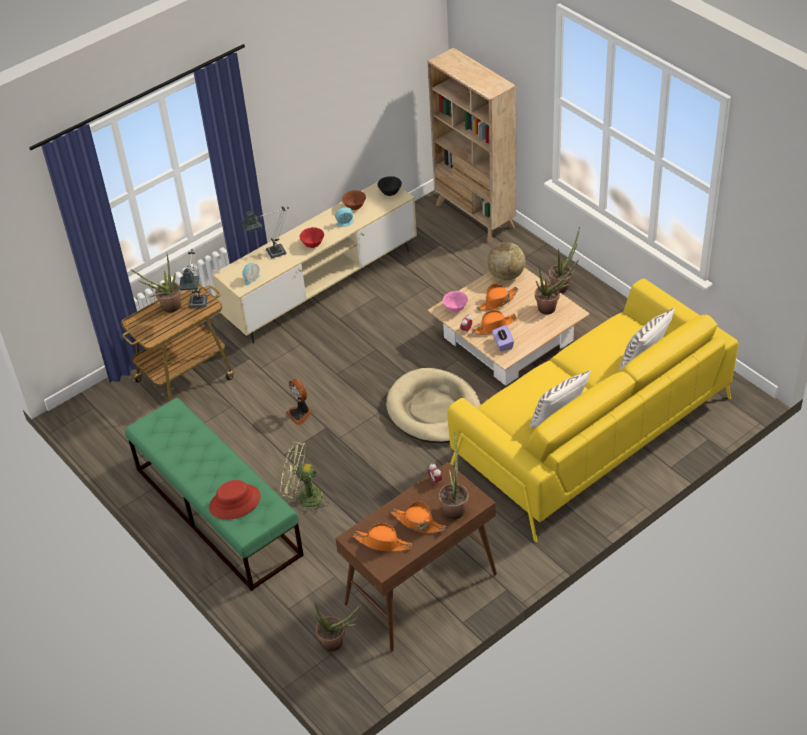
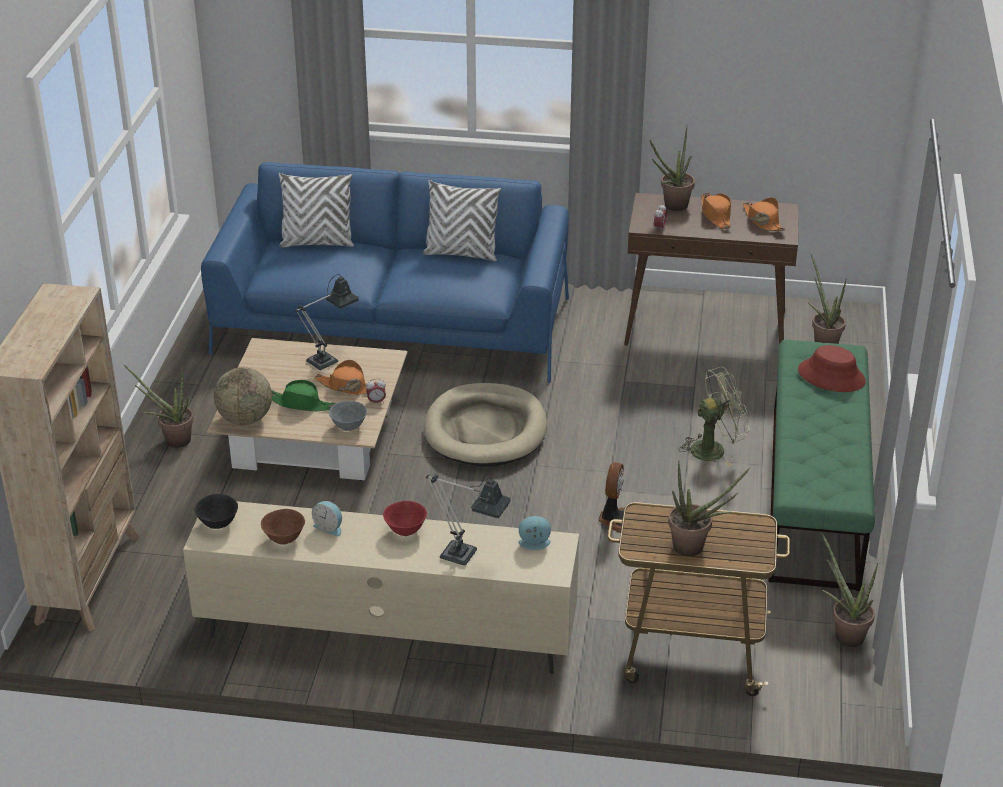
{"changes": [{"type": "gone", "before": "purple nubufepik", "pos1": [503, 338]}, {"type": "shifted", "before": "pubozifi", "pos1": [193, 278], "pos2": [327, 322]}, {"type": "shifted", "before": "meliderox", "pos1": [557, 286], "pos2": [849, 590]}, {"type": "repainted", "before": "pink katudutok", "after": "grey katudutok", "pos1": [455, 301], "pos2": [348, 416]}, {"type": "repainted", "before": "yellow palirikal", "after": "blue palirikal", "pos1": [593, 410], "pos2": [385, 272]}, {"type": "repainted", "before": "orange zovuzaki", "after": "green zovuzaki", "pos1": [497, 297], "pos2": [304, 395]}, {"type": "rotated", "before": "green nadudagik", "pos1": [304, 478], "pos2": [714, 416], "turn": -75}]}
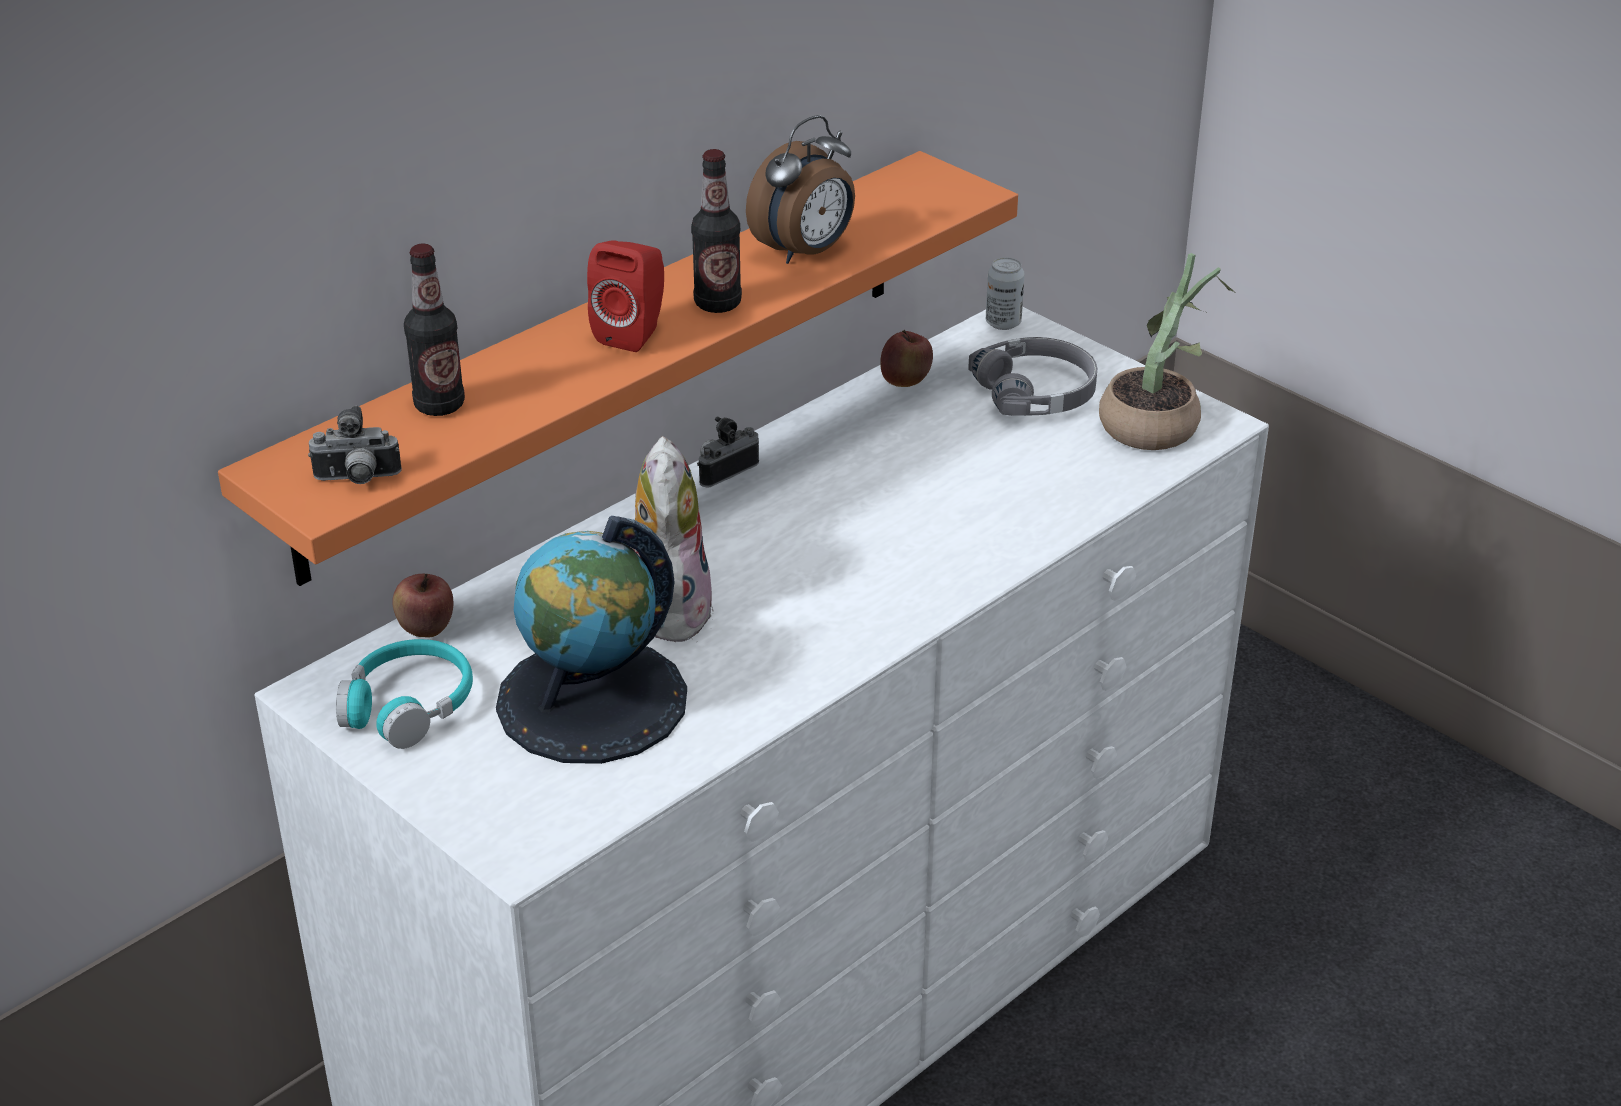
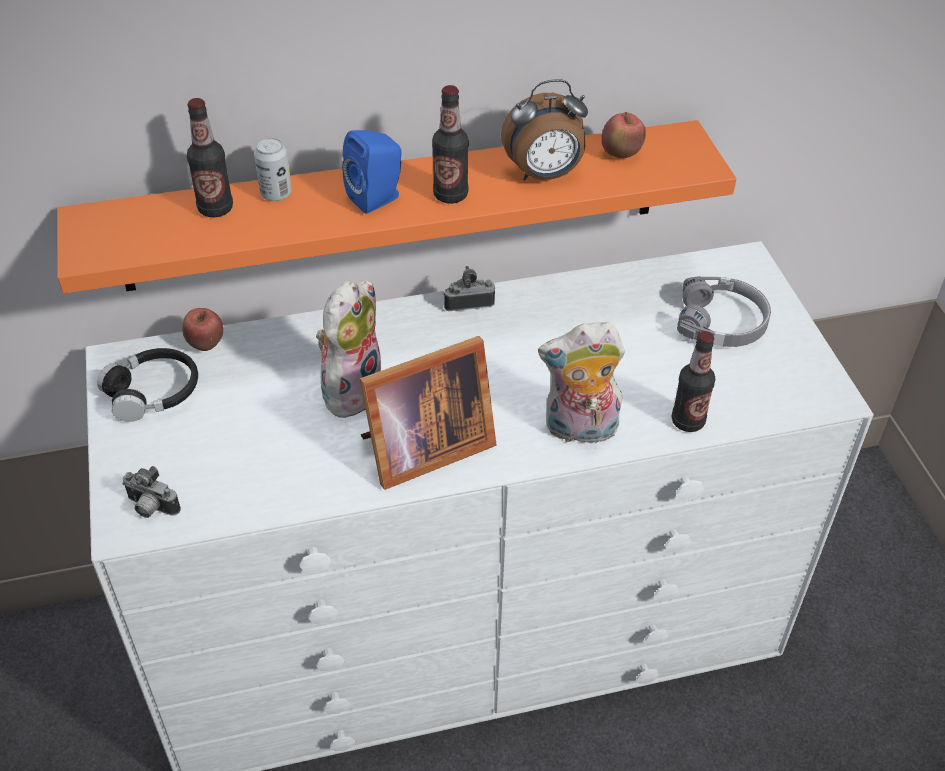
{"changes": [{"type": "gone", "before": "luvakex", "pos1": [591, 640]}, {"type": "gone", "before": "meliderox", "pos1": [1168, 351]}, {"type": "new", "after": "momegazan", "pos2": [428, 413]}, {"type": "new", "after": "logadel", "pos2": [581, 385]}, {"type": "new", "after": "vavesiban", "pos2": [693, 381]}, {"type": "shifted", "before": "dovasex", "pos1": [355, 445], "pos2": [151, 492]}, {"type": "shifted", "before": "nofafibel", "pos1": [906, 358], "pos2": [623, 135]}, {"type": "shifted", "before": "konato", "pos1": [1005, 293], "pos2": [273, 169]}, {"type": "repainted", "before": "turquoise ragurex", "after": "black ragurex", "pos1": [404, 694], "pos2": [147, 385]}, {"type": "repainted", "before": "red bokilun", "after": "blue bokilun", "pos1": [625, 296], "pos2": [371, 172]}]}
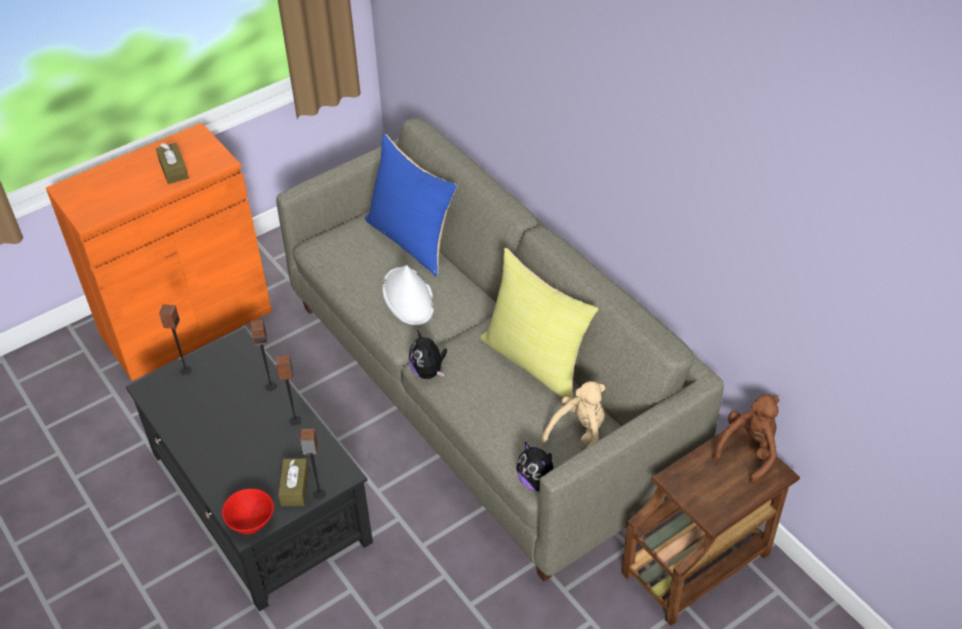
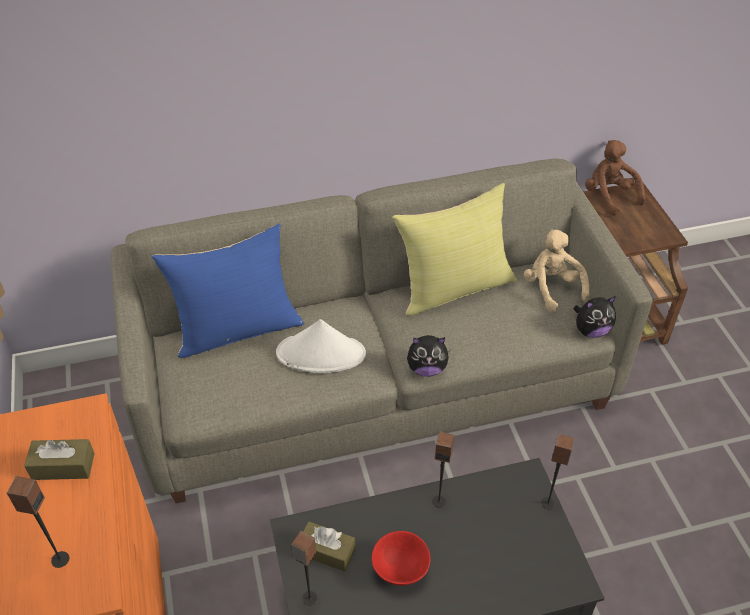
{"changes": [{"type": "shifted", "before": "red katudutok", "pos1": [248, 511], "pos2": [401, 558]}, {"type": "shifted", "before": "bokilun", "pos1": [264, 355], "pos2": [38, 522]}, {"type": "shifted", "before": "brown nubufepik", "pos1": [293, 482], "pos2": [329, 547]}]}
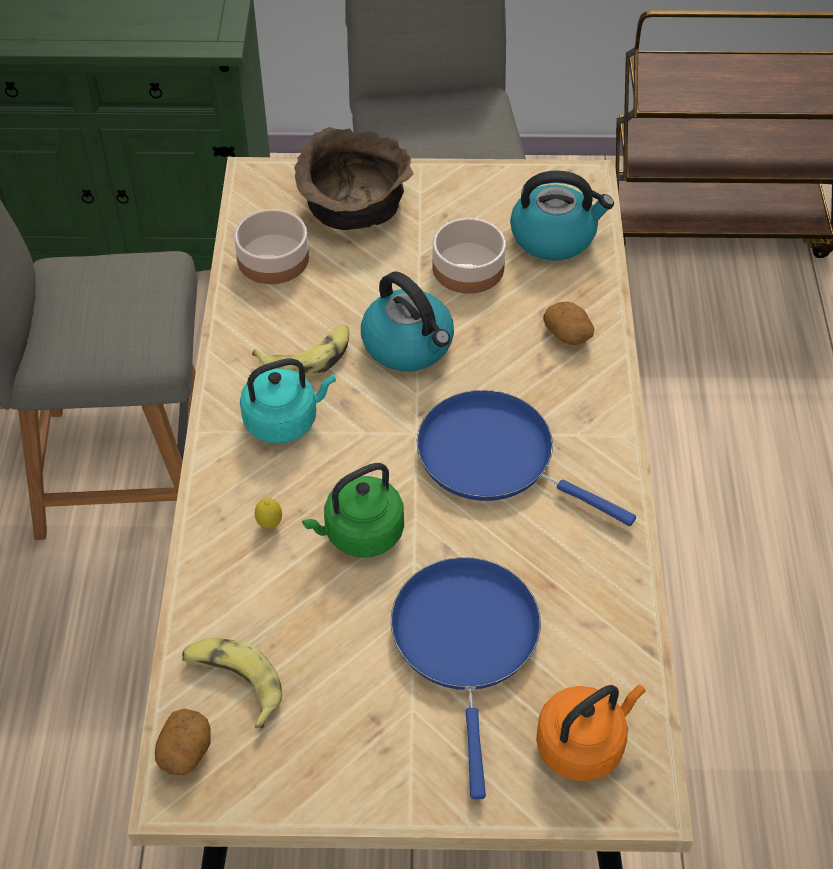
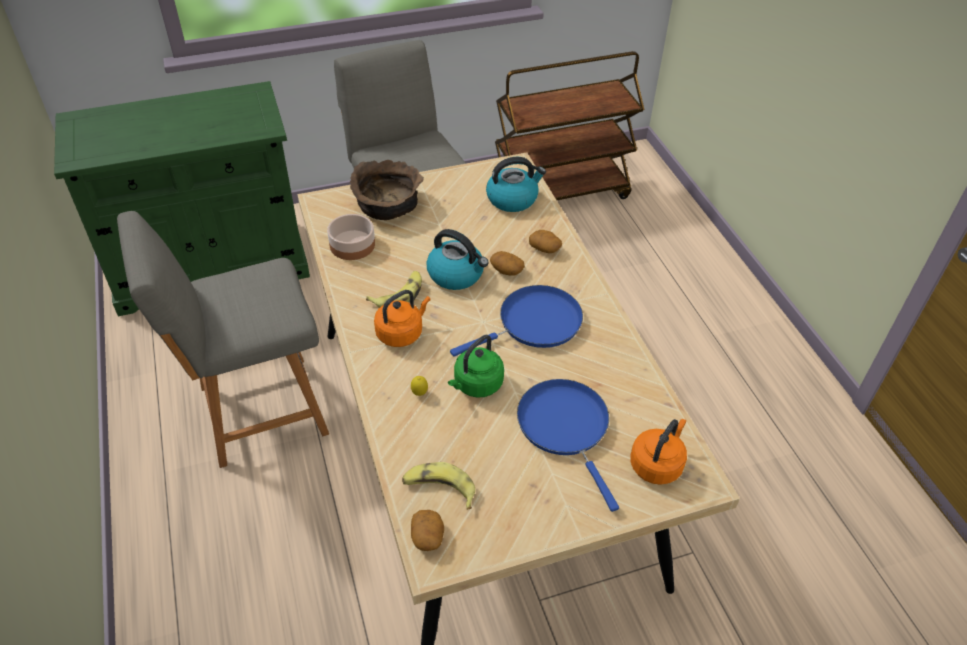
{"changes": [{"type": "gone", "before": "katudutok", "pos1": [469, 256]}, {"type": "new", "after": "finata", "pos2": [507, 263]}, {"type": "repainted", "before": "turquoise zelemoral", "after": "orange zelemoral", "pos1": [288, 401], "pos2": [402, 318]}, {"type": "rotated", "before": "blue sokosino", "pos1": [526, 458], "pos2": [516, 321], "turn": 135}]}
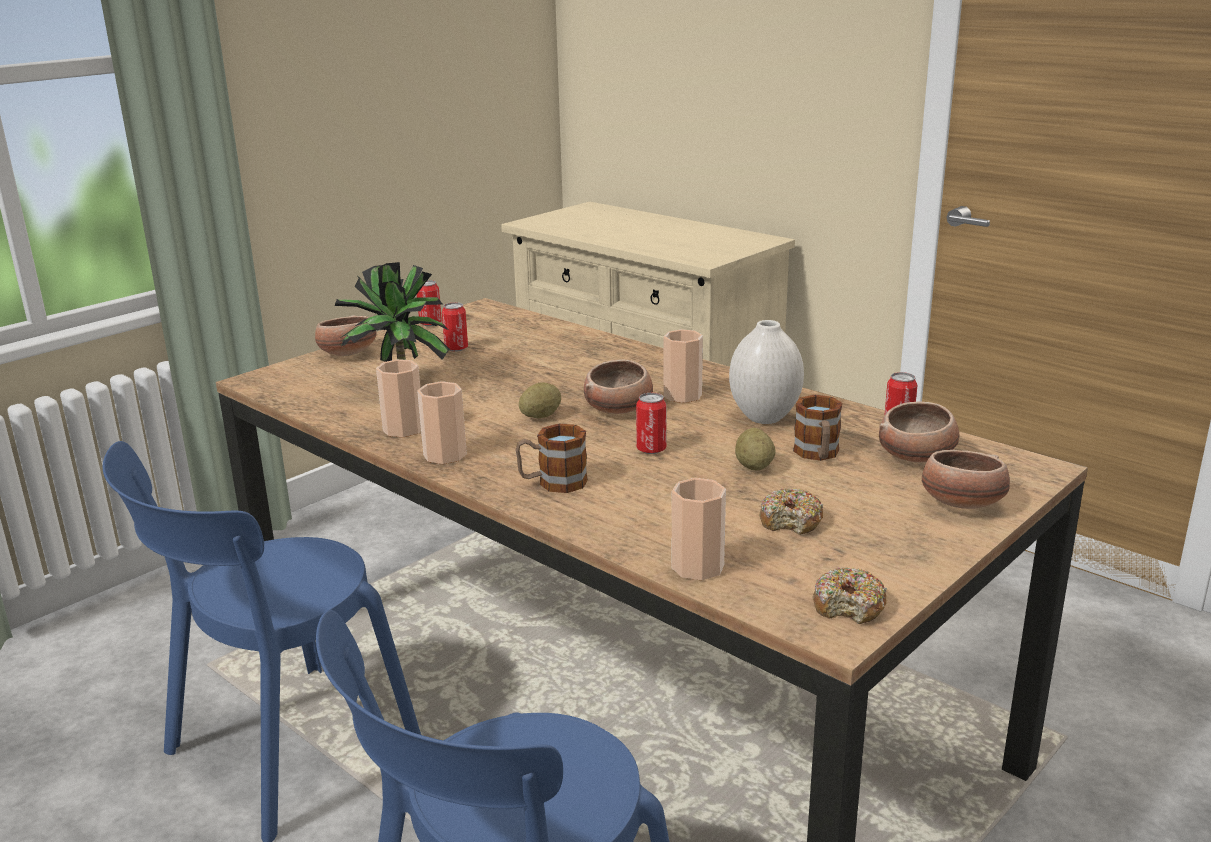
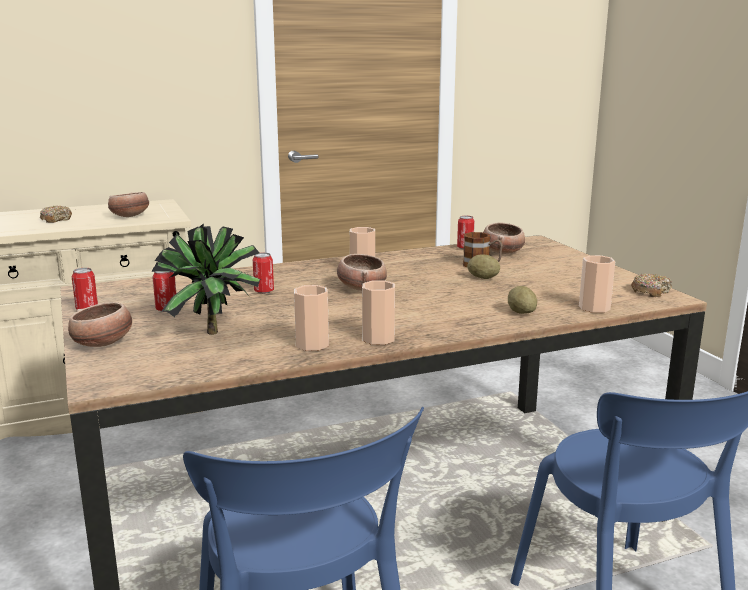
{"changes": [{"type": "gone", "before": "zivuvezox", "pos1": [552, 458]}, {"type": "gone", "before": "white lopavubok", "pos1": [766, 372]}, {"type": "shifted", "before": "finata", "pos1": [540, 400], "pos2": [522, 300]}, {"type": "shifted", "before": "konato", "pos1": [651, 423], "pos2": [263, 273]}, {"type": "shifted", "before": "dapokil", "pos1": [791, 511], "pos2": [56, 214]}, {"type": "shifted", "before": "katudutok", "pos1": [966, 479], "pos2": [128, 204]}]}
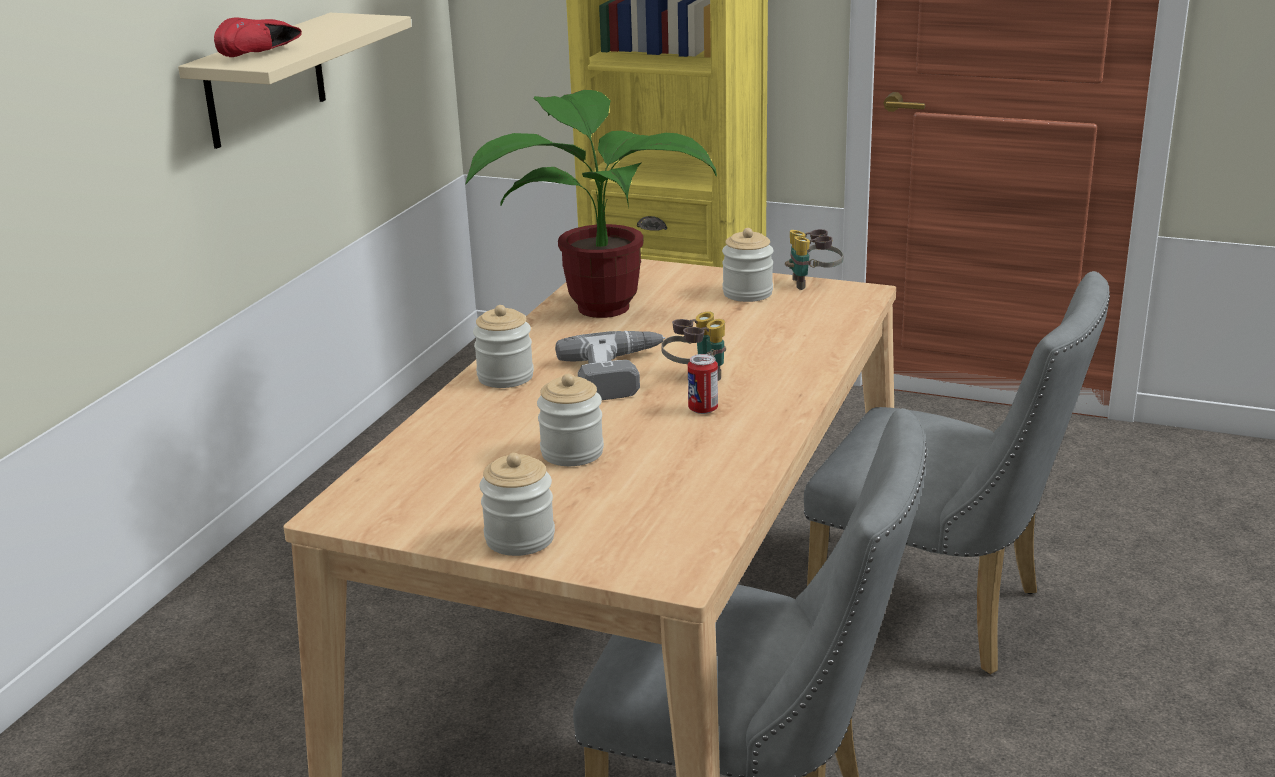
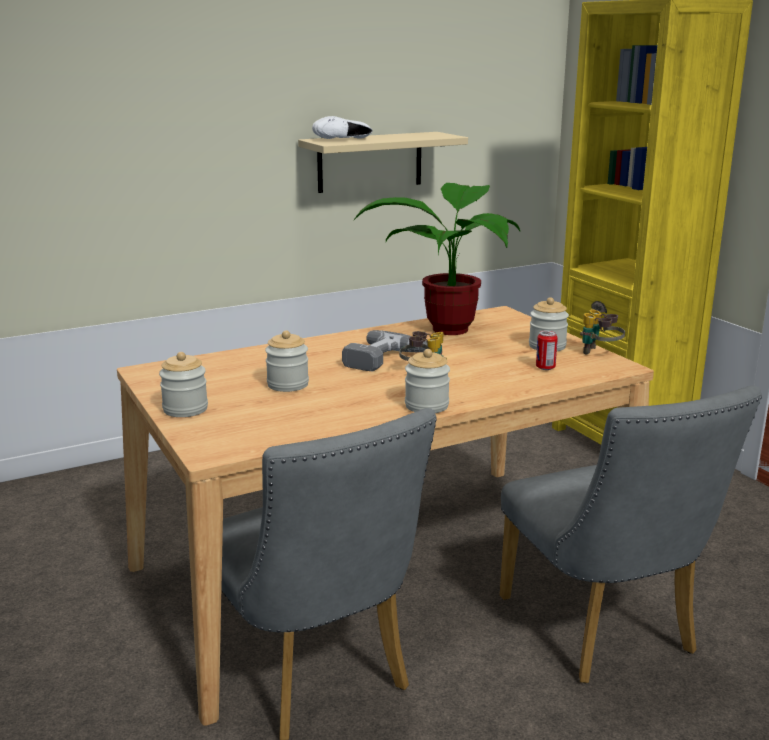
{"changes": [{"type": "shifted", "before": "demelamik", "pos1": [503, 346], "pos2": [427, 381]}, {"type": "shifted", "before": "konato", "pos1": [703, 384], "pos2": [547, 350]}, {"type": "repainted", "before": "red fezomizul", "after": "white fezomizul", "pos1": [258, 37], "pos2": [342, 127]}]}
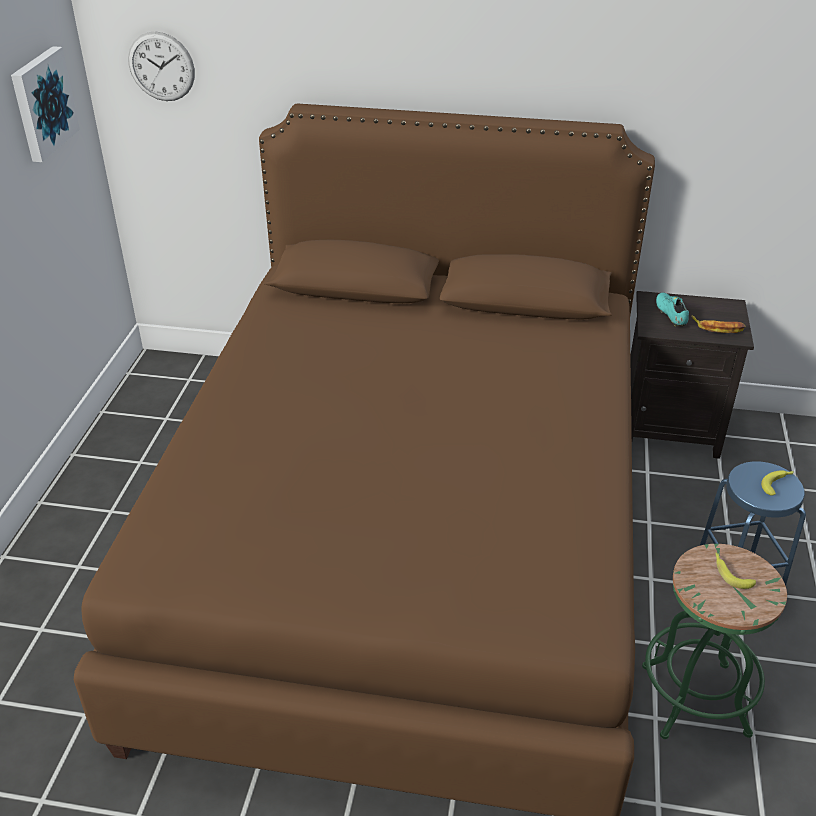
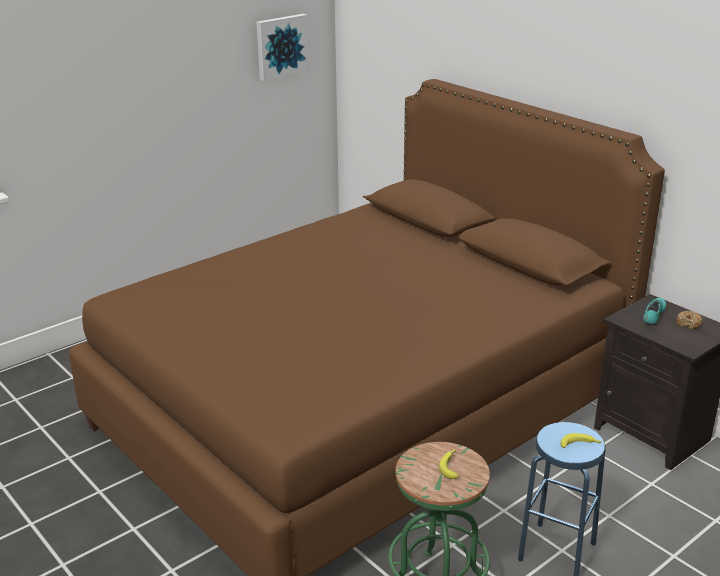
{"changes": [{"type": "gone", "before": "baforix", "pos1": [161, 66]}, {"type": "gone", "before": "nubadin", "pos1": [718, 324]}, {"type": "new", "after": "dapokil", "pos2": [689, 320]}]}
